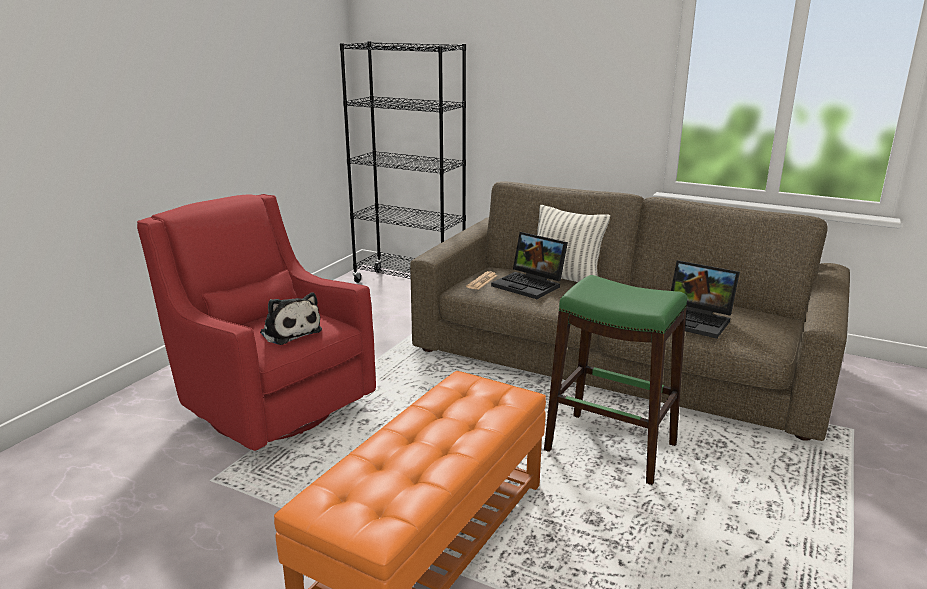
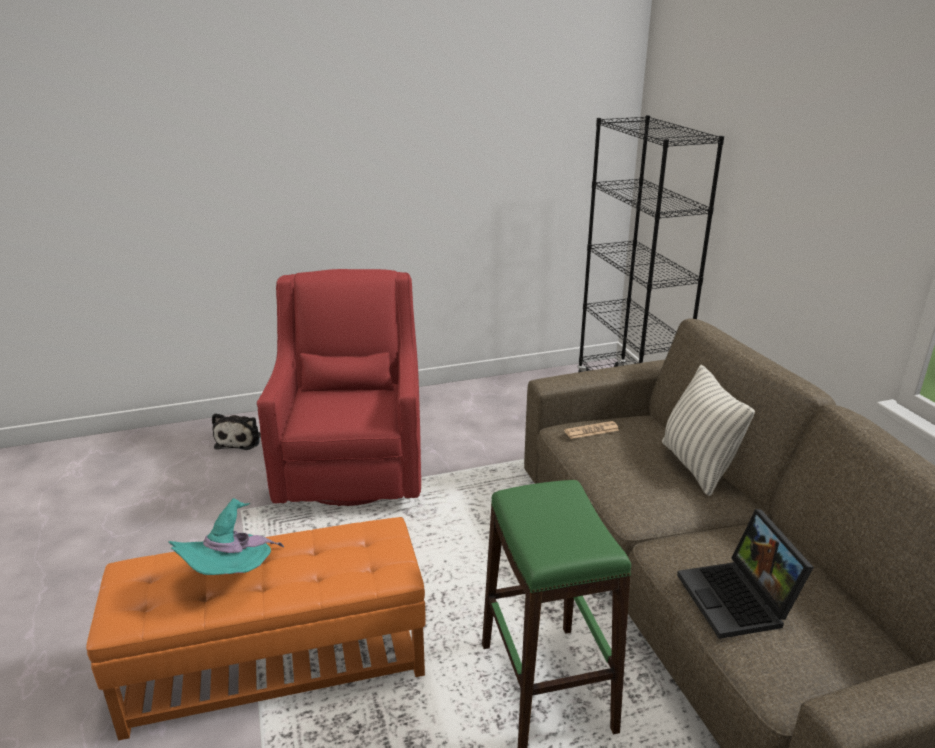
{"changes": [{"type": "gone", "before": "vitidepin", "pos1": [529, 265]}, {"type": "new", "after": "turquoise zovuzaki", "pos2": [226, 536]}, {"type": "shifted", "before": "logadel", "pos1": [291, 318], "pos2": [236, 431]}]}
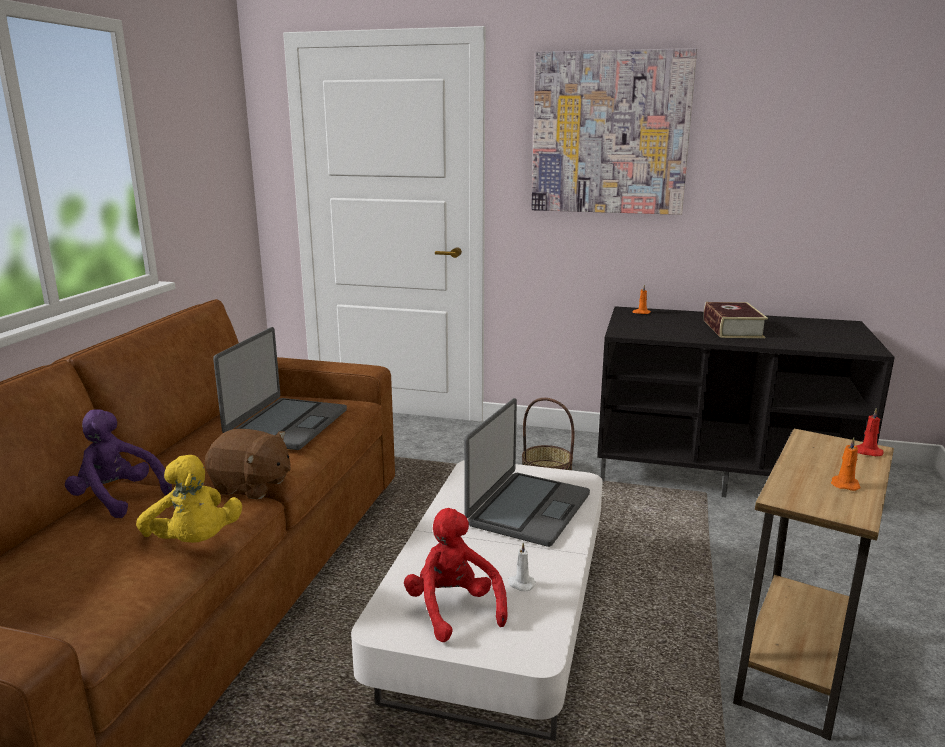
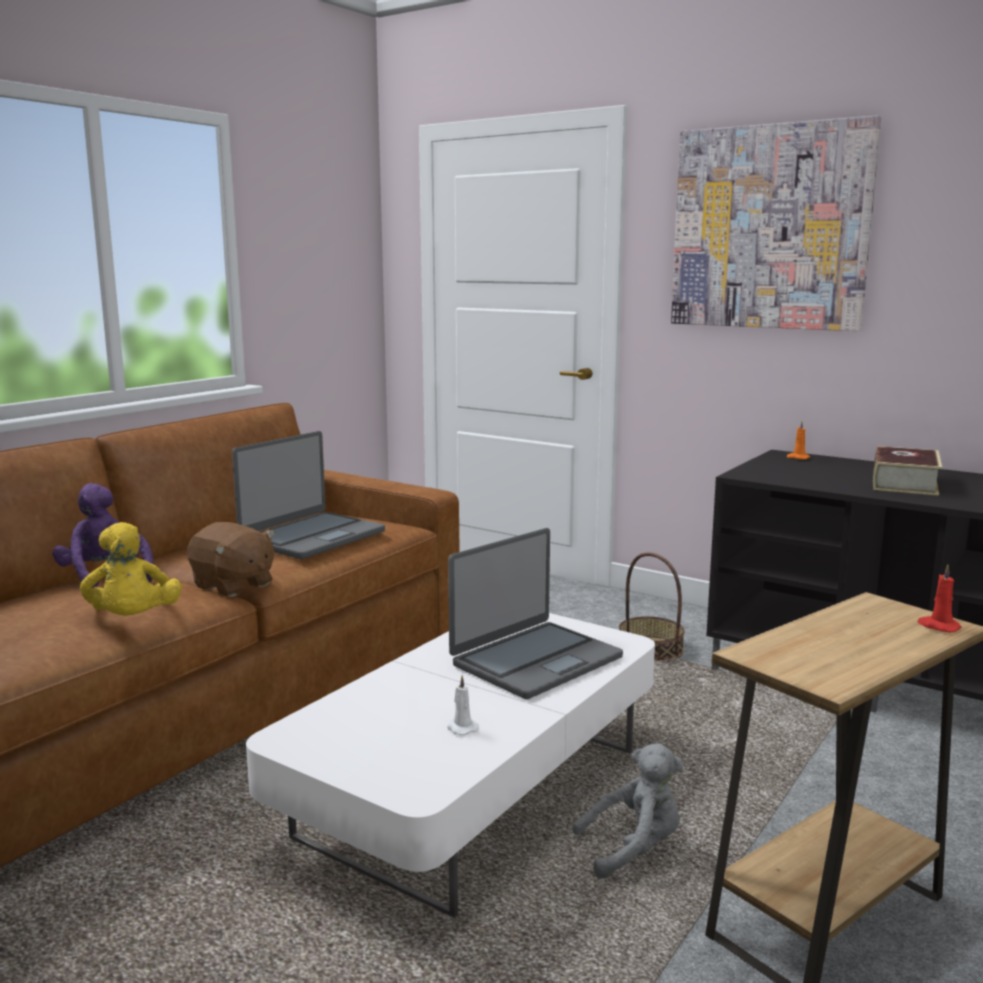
{"changes": [{"type": "gone", "before": "red logadel", "pos1": [456, 575]}, {"type": "gone", "before": "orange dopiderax", "pos1": [846, 464]}, {"type": "new", "after": "grey logadel", "pos2": [627, 811]}]}
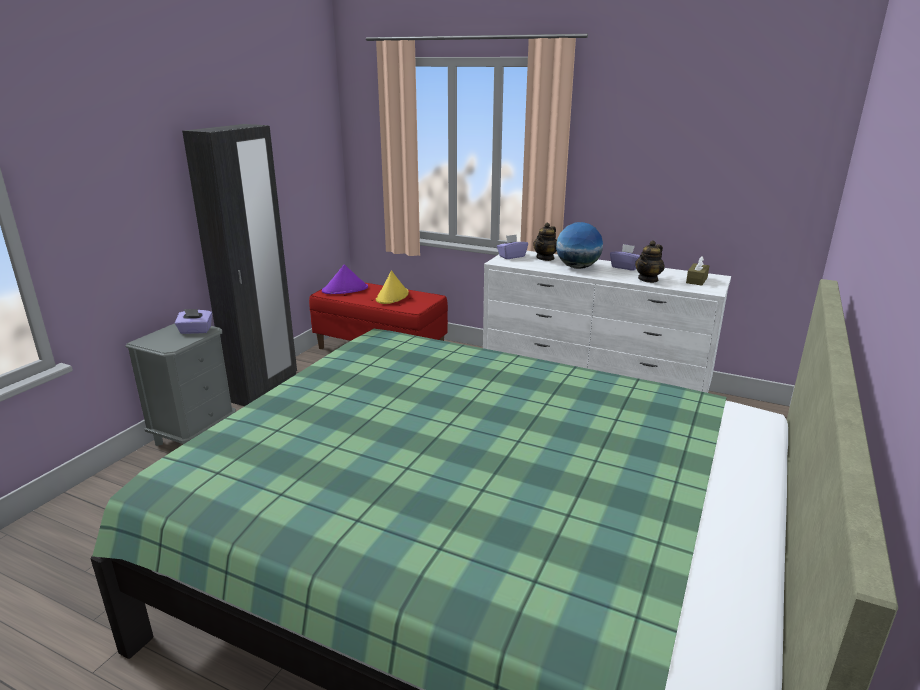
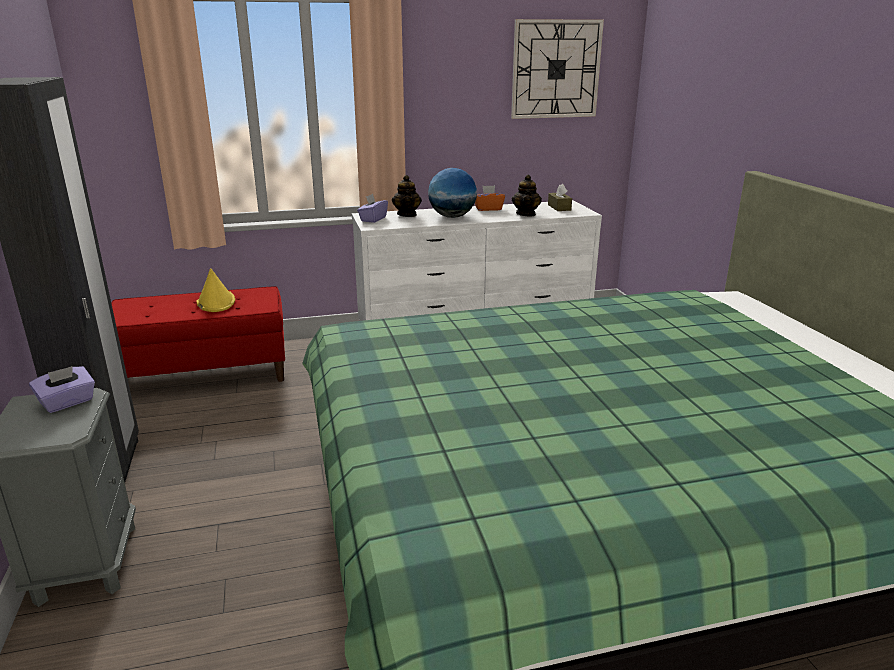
{"changes": [{"type": "gone", "before": "purple zovuzaki", "pos1": [345, 279]}, {"type": "new", "after": "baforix", "pos2": [557, 69]}, {"type": "repainted", "before": "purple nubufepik", "after": "orange nubufepik", "pos1": [625, 257], "pos2": [490, 198]}]}
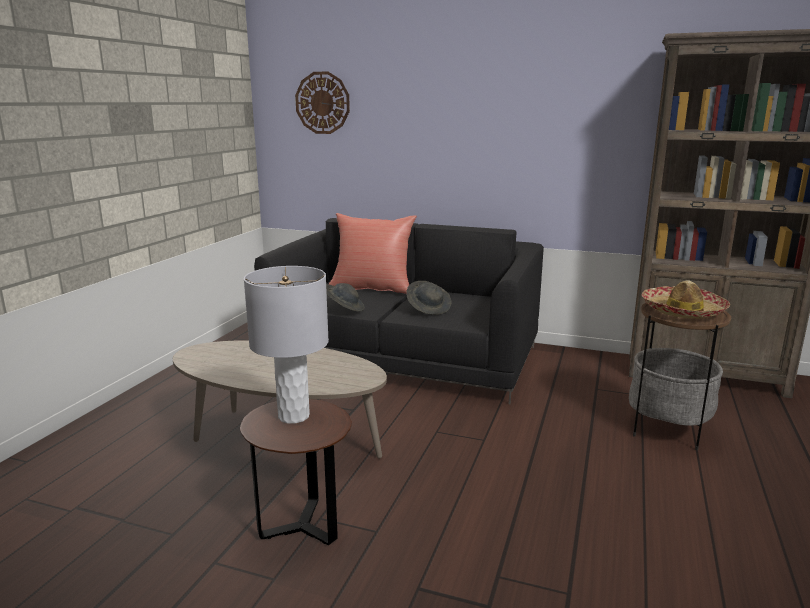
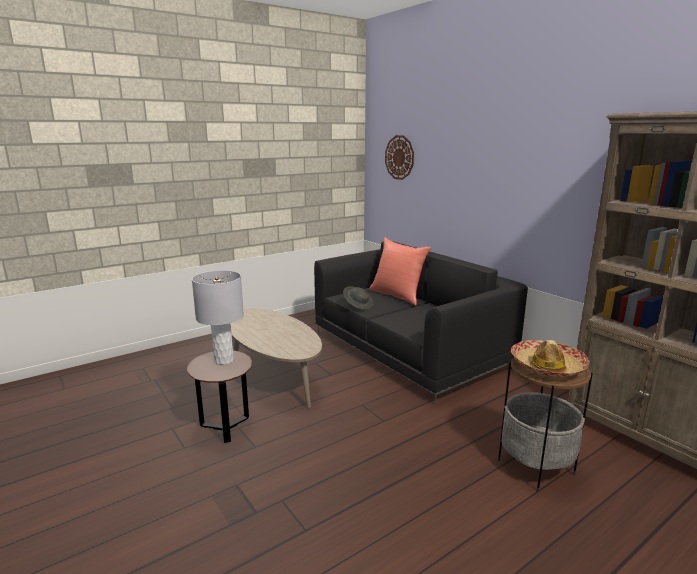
{"changes": [{"type": "gone", "before": "grey zovuzaki", "pos1": [428, 298]}]}
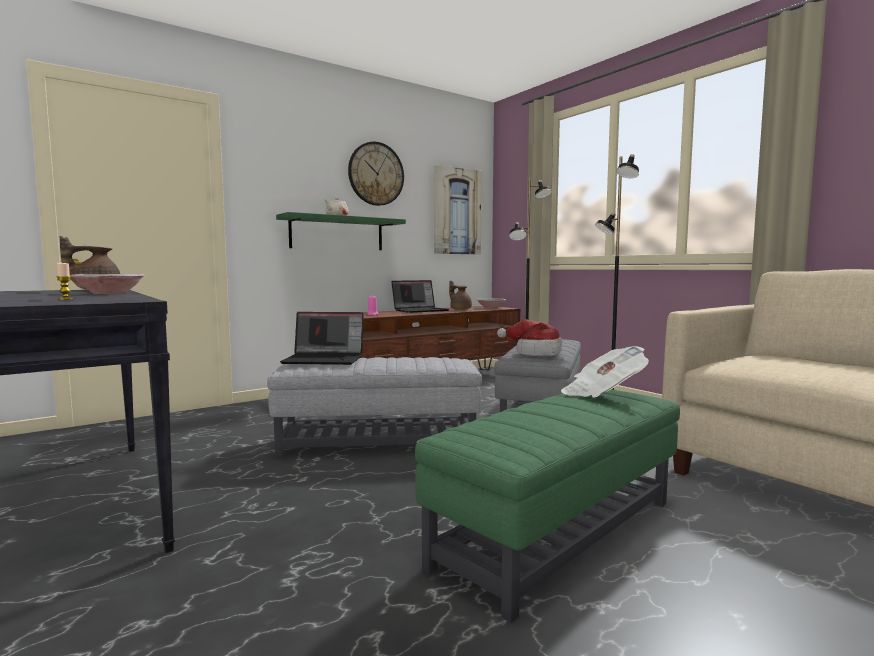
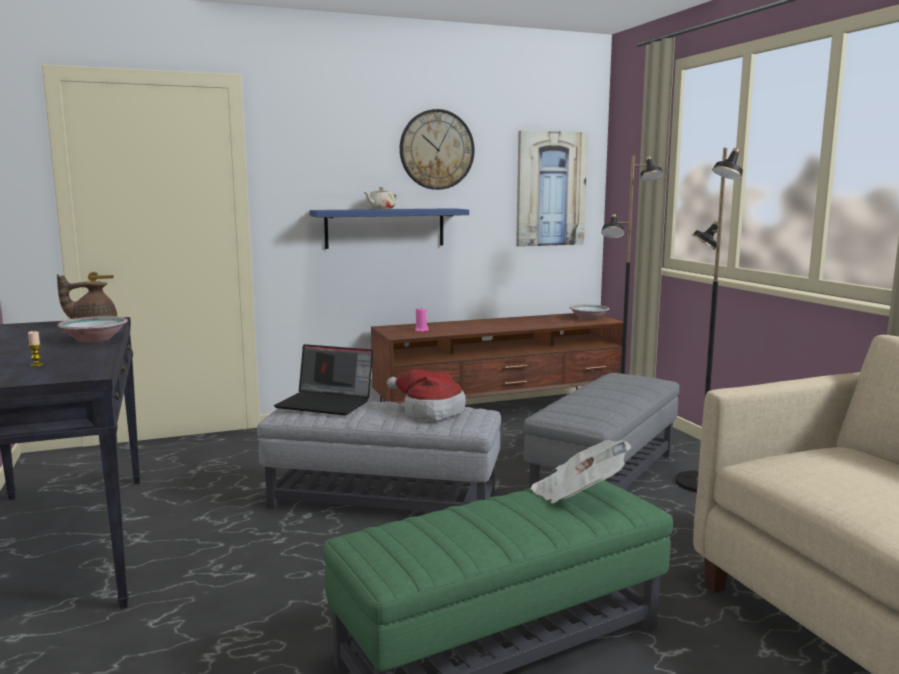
{"changes": [{"type": "gone", "before": "vitidepin", "pos1": [420, 296]}, {"type": "gone", "before": "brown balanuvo", "pos1": [460, 295]}, {"type": "shifted", "before": "zovuzaki", "pos1": [529, 338], "pos2": [426, 395]}, {"type": "repainted", "before": "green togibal", "after": "blue togibal", "pos1": [341, 231], "pos2": [389, 228]}]}
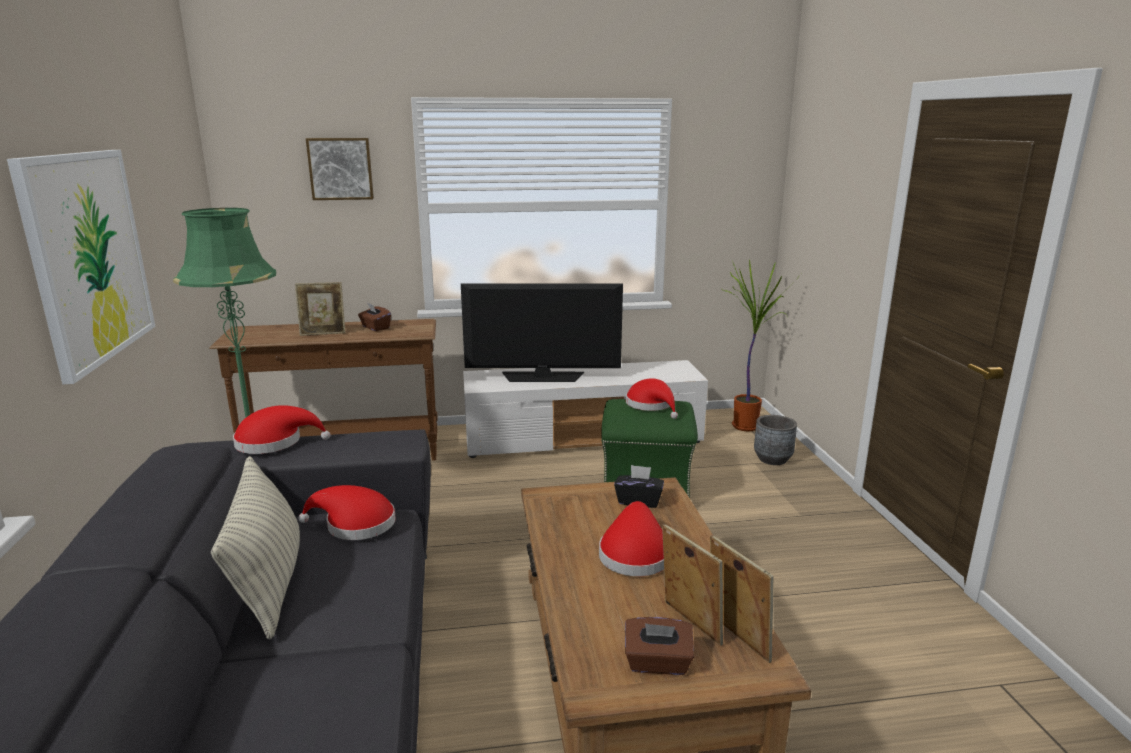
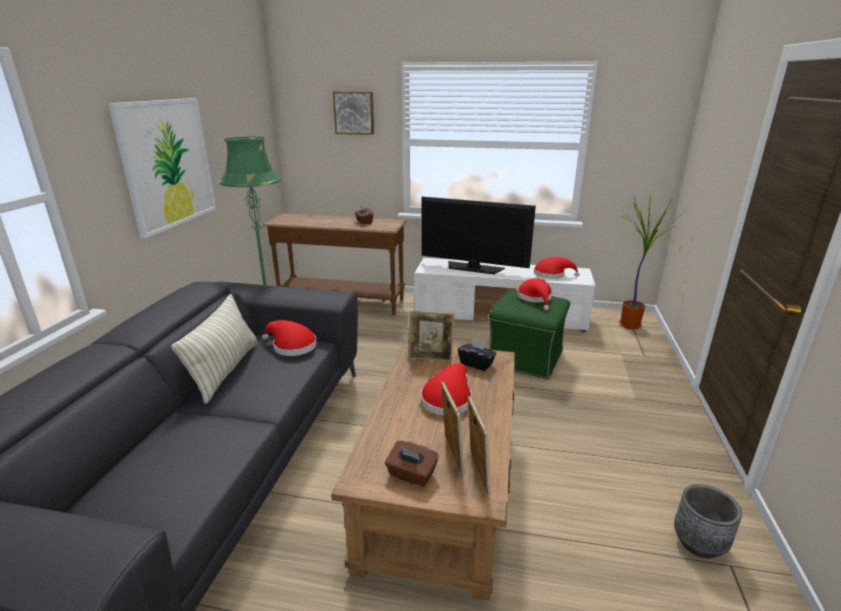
{"changes": [{"type": "shifted", "before": "red zovuzaki", "pos1": [281, 429], "pos2": [557, 268]}, {"type": "shifted", "before": "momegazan", "pos1": [320, 309], "pos2": [431, 336]}, {"type": "shifted", "before": "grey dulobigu", "pos1": [775, 440], "pos2": [708, 521]}]}
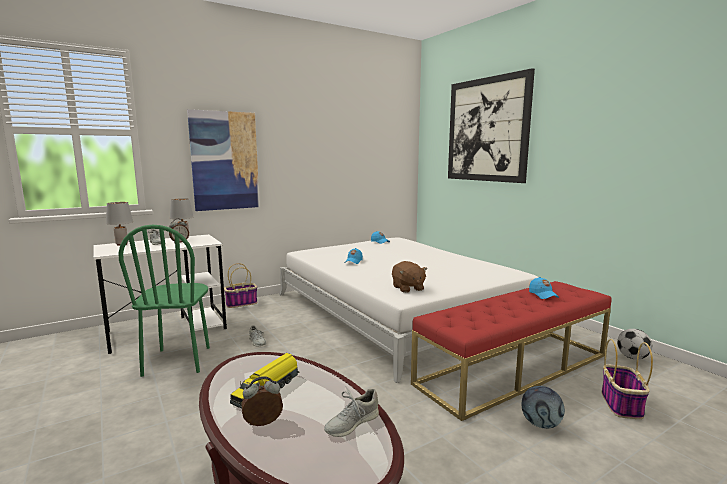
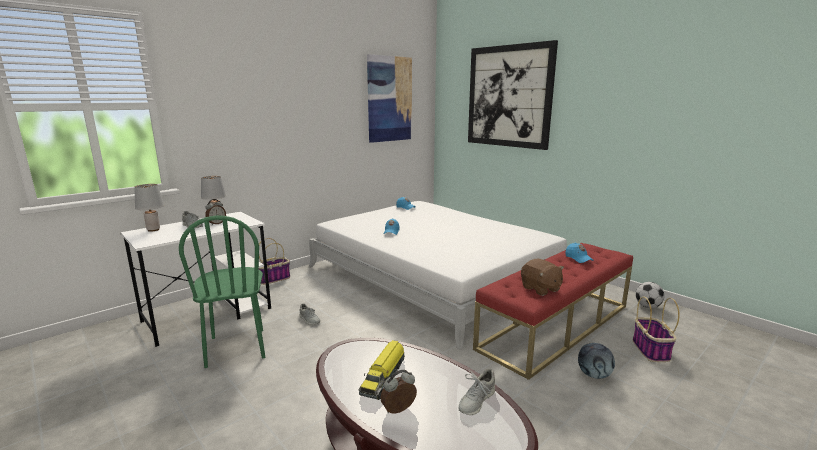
{"changes": [{"type": "shifted", "before": "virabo", "pos1": [223, 160], "pos2": [389, 98]}, {"type": "shifted", "before": "brown logadel", "pos1": [409, 277], "pos2": [542, 277]}]}
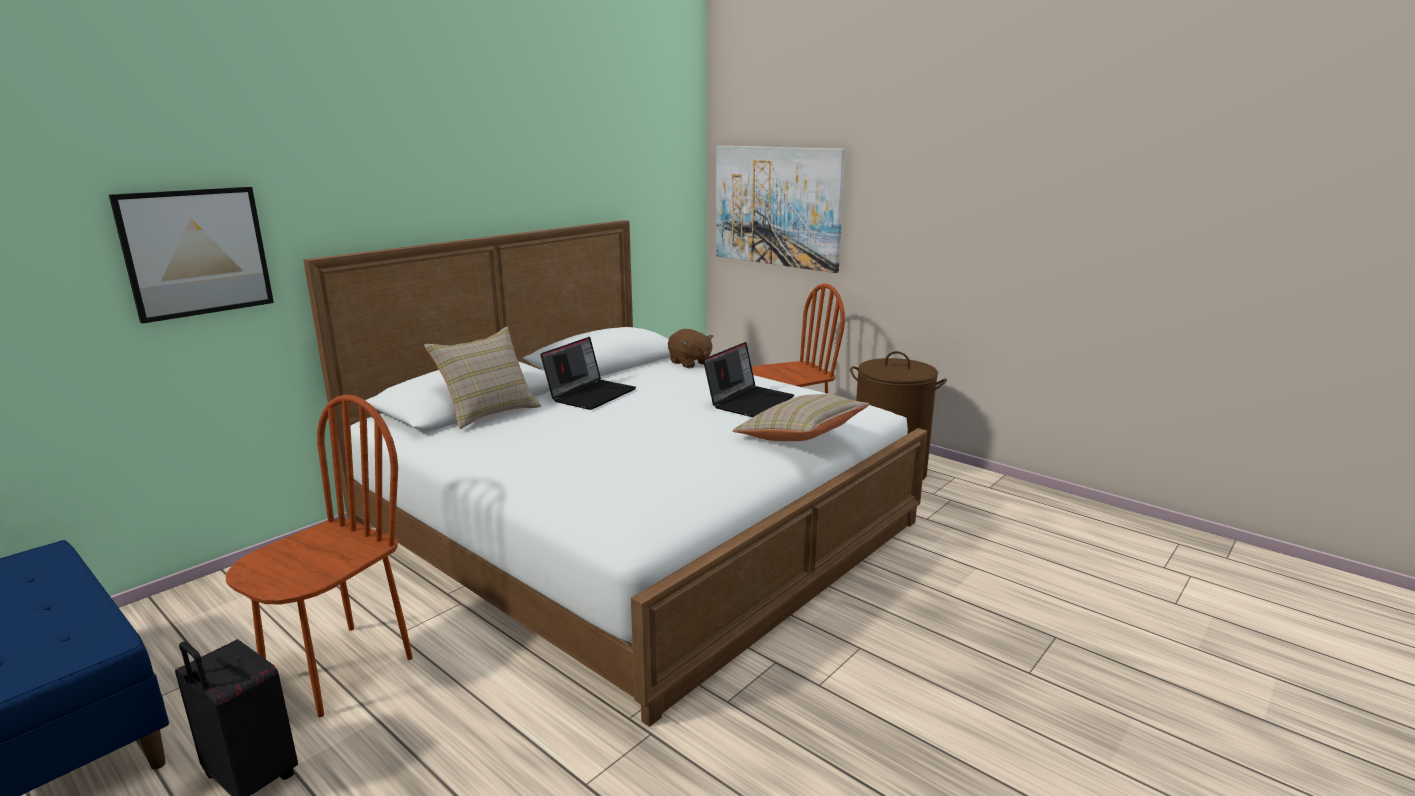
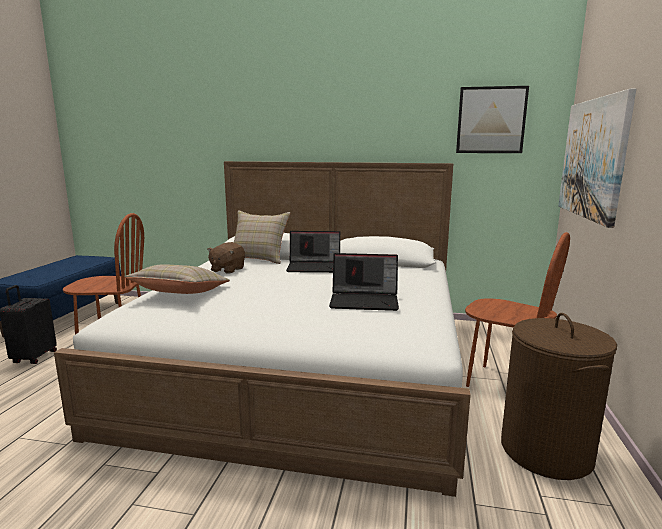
{"changes": [{"type": "shifted", "before": "virabo", "pos1": [191, 255], "pos2": [492, 119]}, {"type": "shifted", "before": "brown logadel", "pos1": [691, 348], "pos2": [226, 258]}, {"type": "shifted", "before": "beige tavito", "pos1": [801, 417], "pos2": [177, 279]}]}
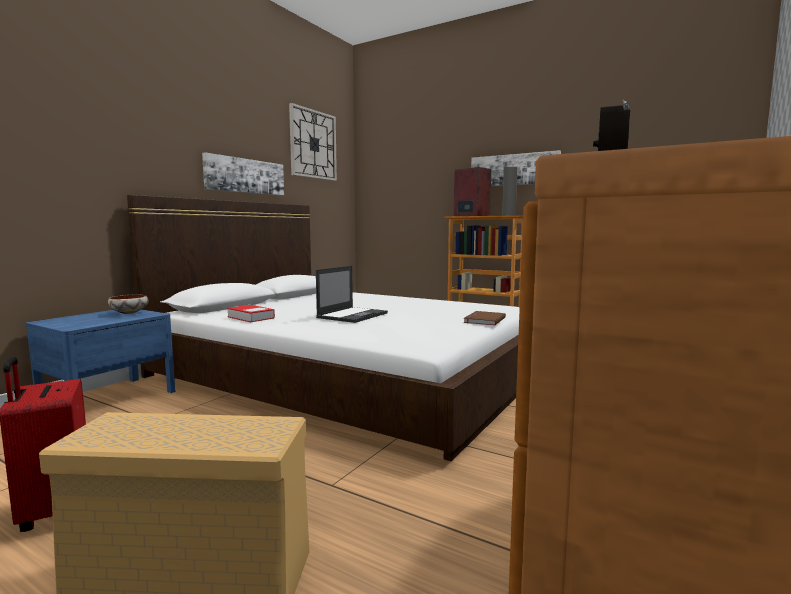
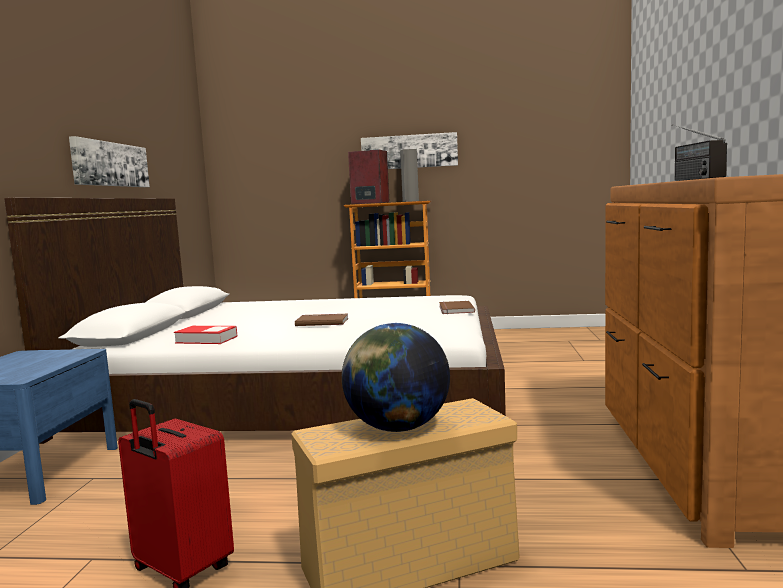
{"changes": [{"type": "gone", "before": "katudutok", "pos1": [128, 304]}, {"type": "gone", "before": "baforix", "pos1": [313, 142]}, {"type": "new", "after": "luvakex", "pos2": [396, 377]}, {"type": "swapped", "before": "vitidepin", "after": "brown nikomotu", "pos1": [352, 294], "pos2": [321, 320]}]}
